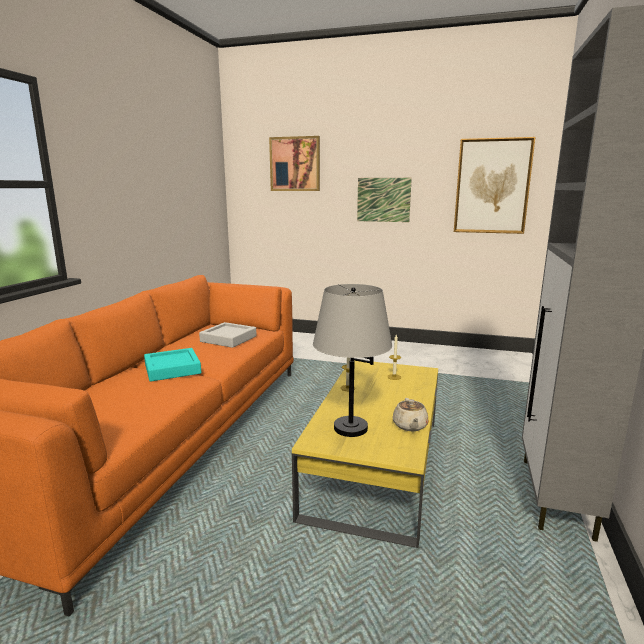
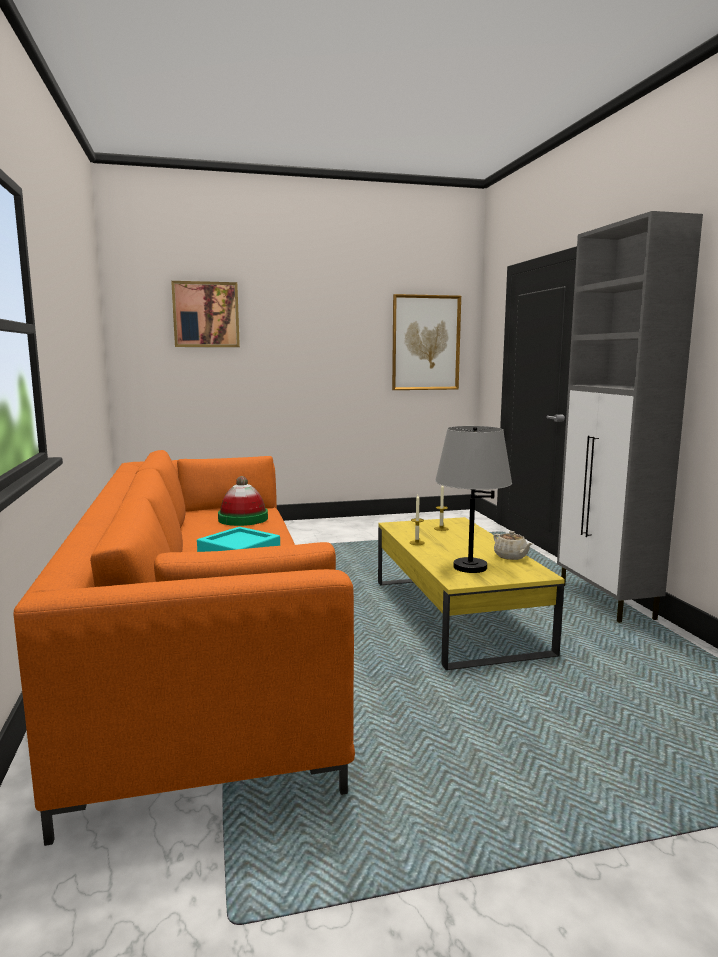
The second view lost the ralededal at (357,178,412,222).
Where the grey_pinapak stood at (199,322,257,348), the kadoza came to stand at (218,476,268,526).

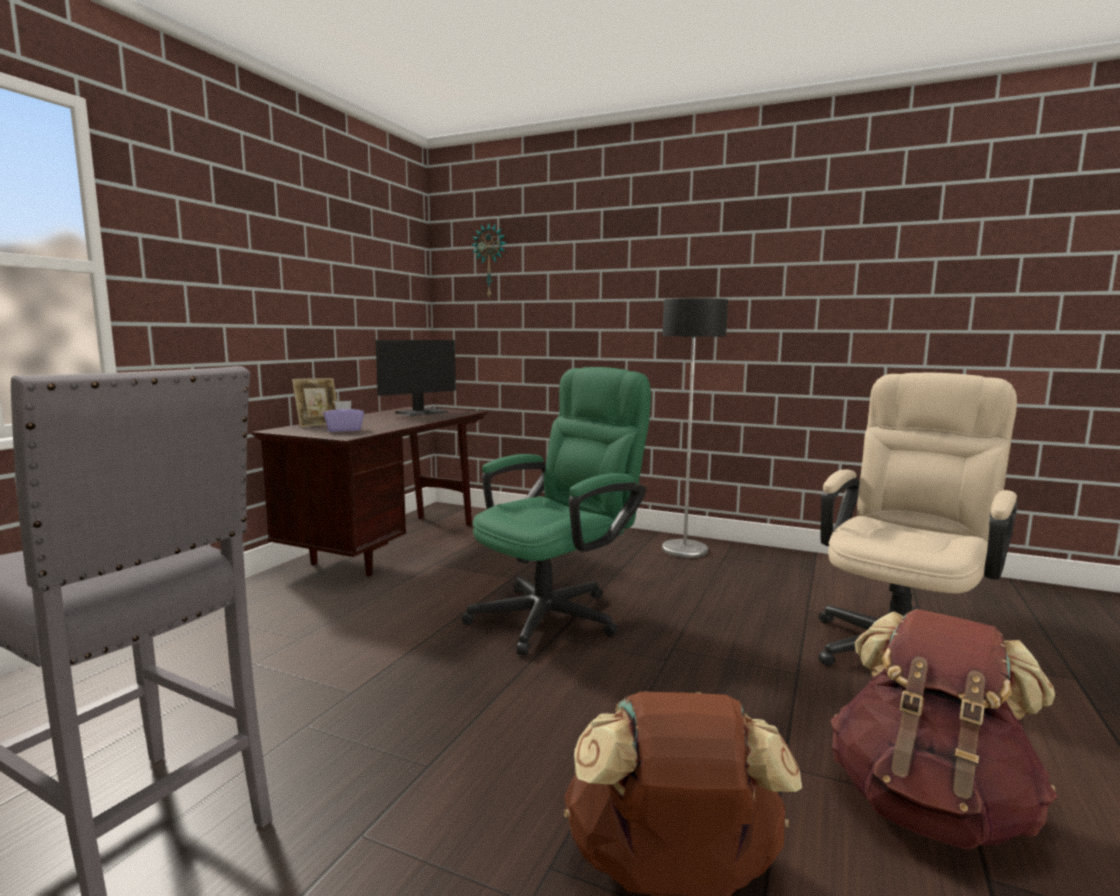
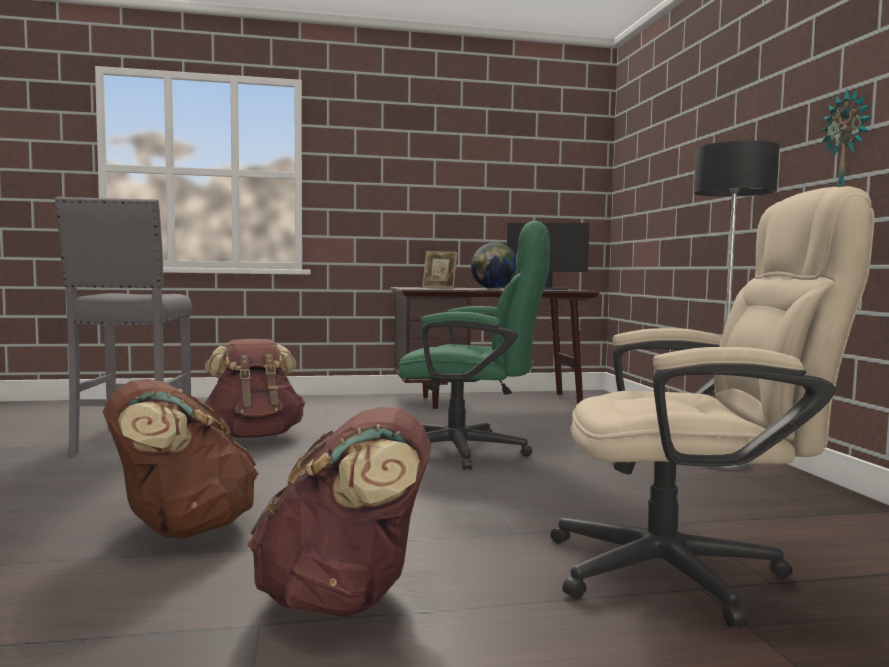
The second view lost the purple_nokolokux at (324,401,364,432).
The second view gained the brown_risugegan at (205,339,305,438).
The second view gained the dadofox at (471,242,517,290).
The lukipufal ended up elsewhere, having gone from (472,222,506,299) to (821,88,872,187).

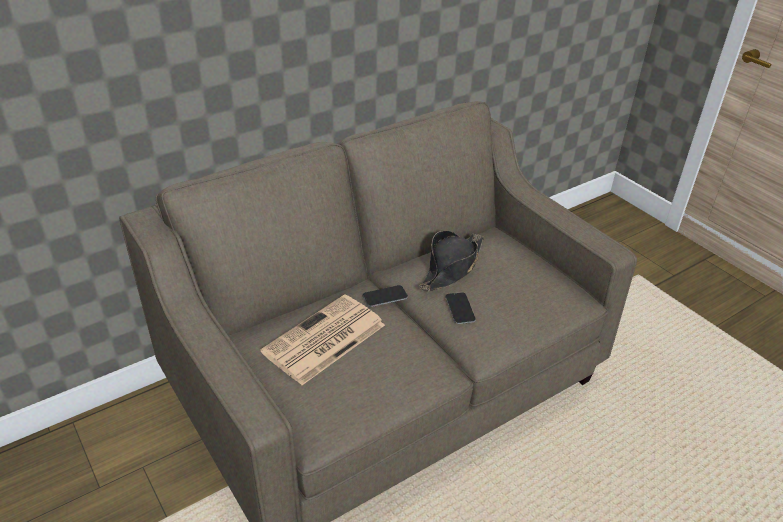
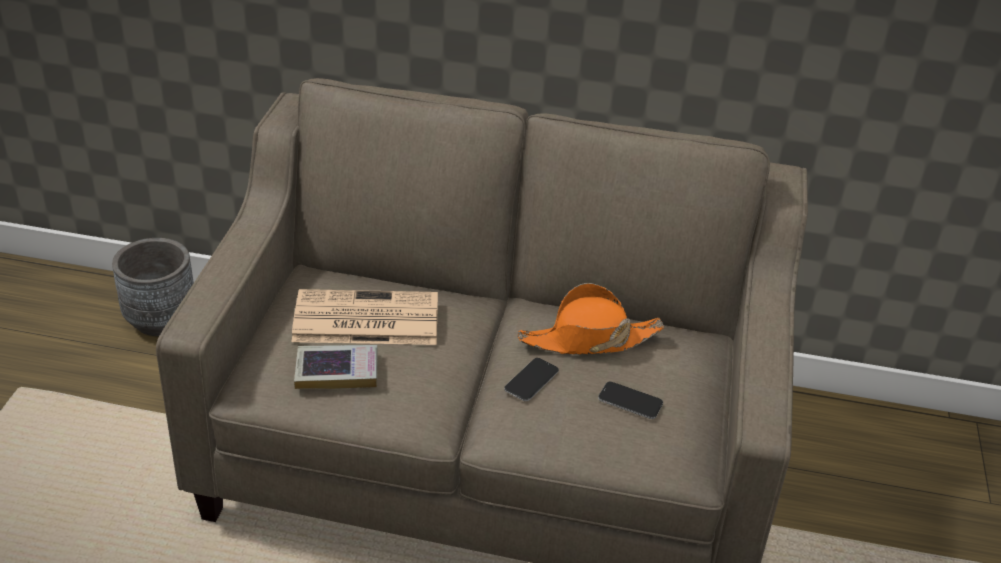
The second view gained the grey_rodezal at (112,238,194,336).
The second view gained the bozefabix at (294,345,378,389).
The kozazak ended up elsewhere, having gone from (363,285,408,307) to (598,382,663,419).
What was the black_kadoza at (419,230,484,291) turned into the orange_kadoza at (517,283,664,354).

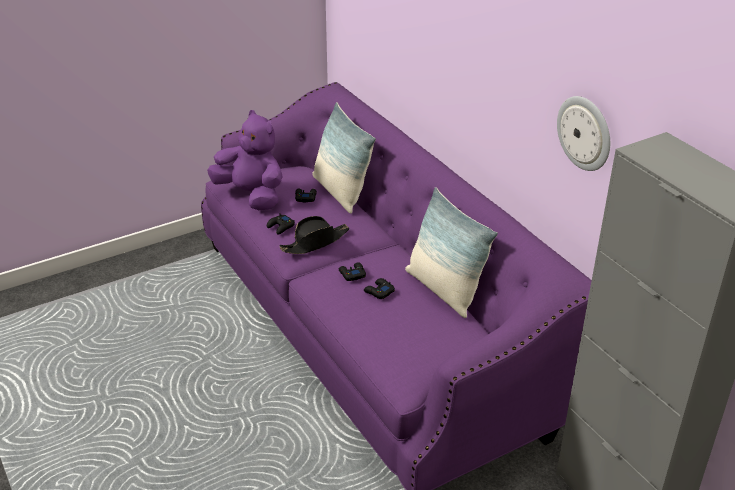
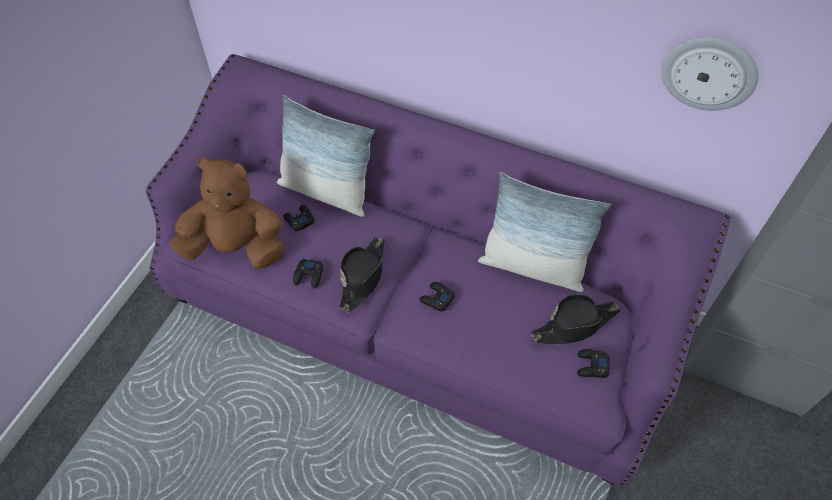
The second view gained the black_kadoza at (531,294,620,344).
The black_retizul ended up elsewhere, having gone from (364,278,395,299) to (577,349,610,378).
What was the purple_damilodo at (207,110,283,210) turned into the brown_damilodo at (169,157,285,269).

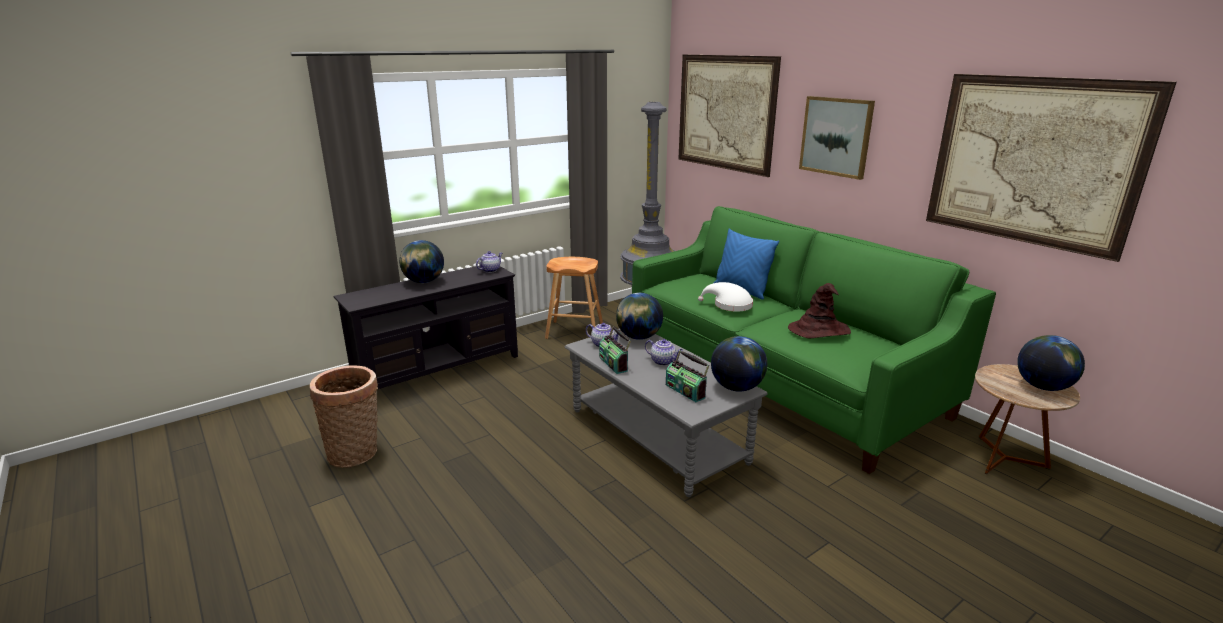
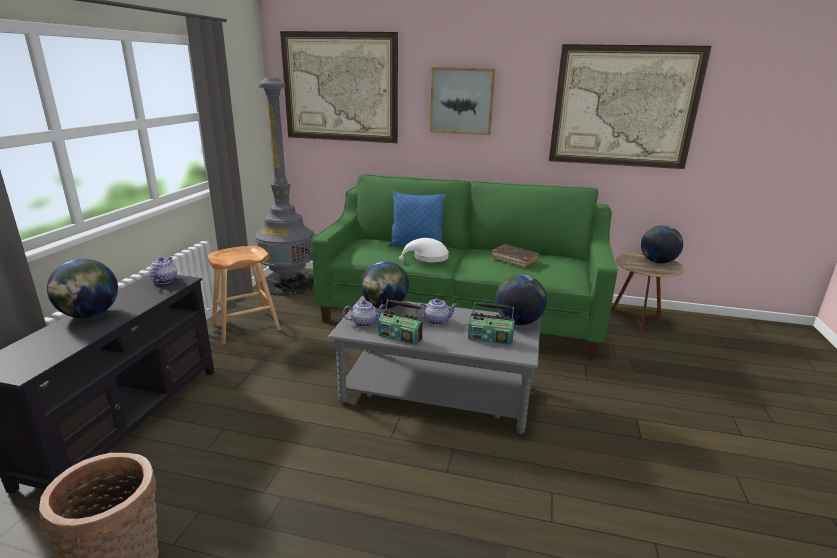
Where the brown_kadoza stood at (788,283,851,338), the brown_bozefabix came to stand at (491,244,540,268).

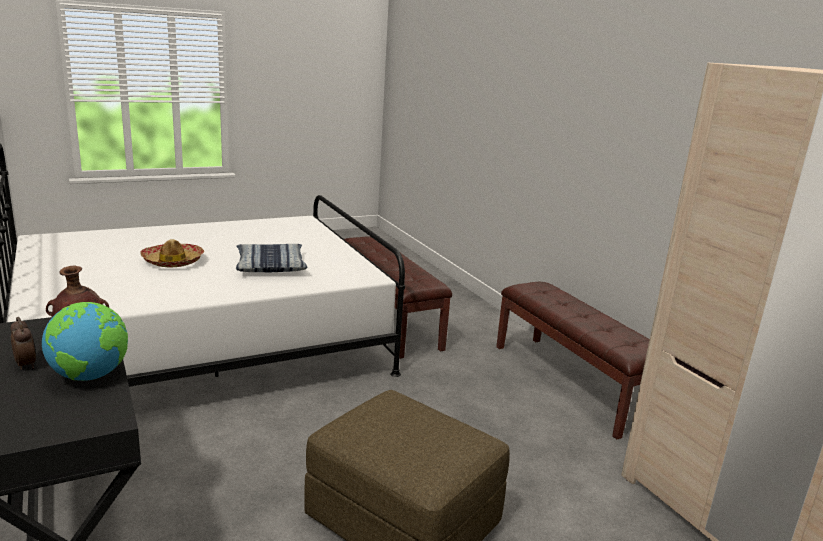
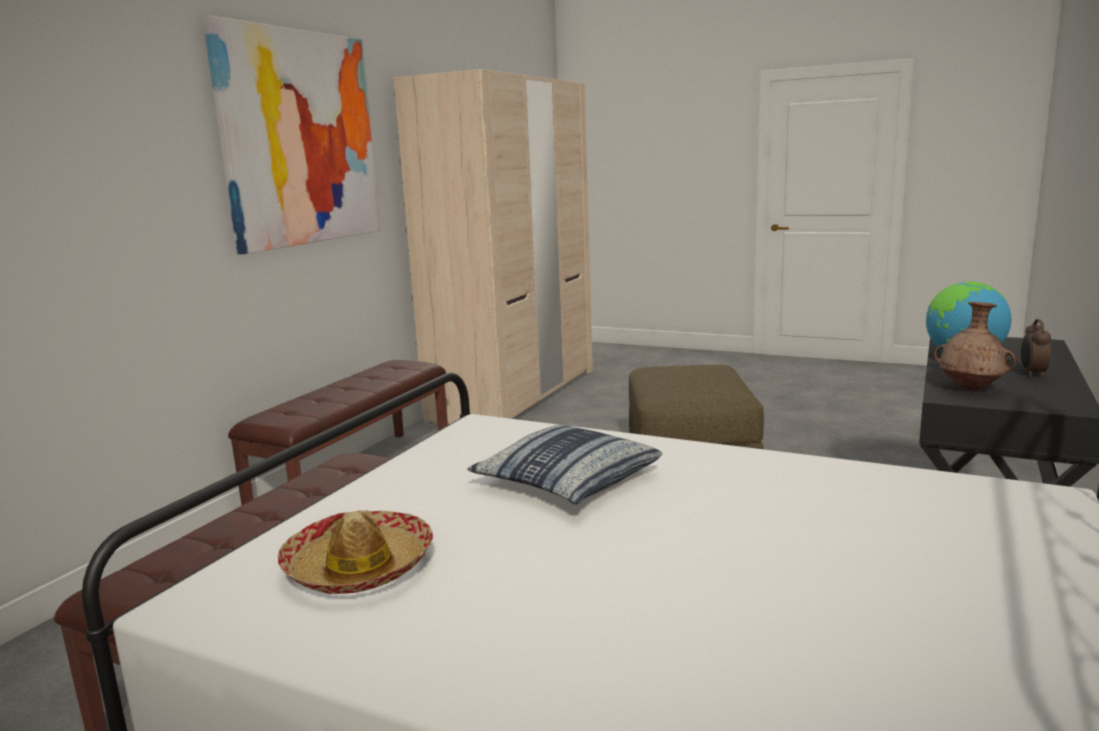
The second view gained the ralededal at (202,15,380,254).
The kadoza ended up elsewhere, having gone from (140,239,204,267) to (278,510,433,594).

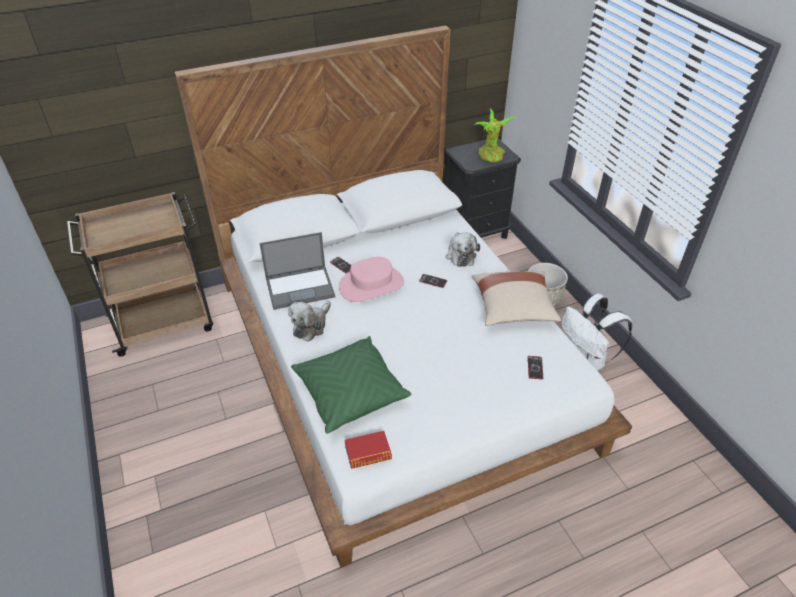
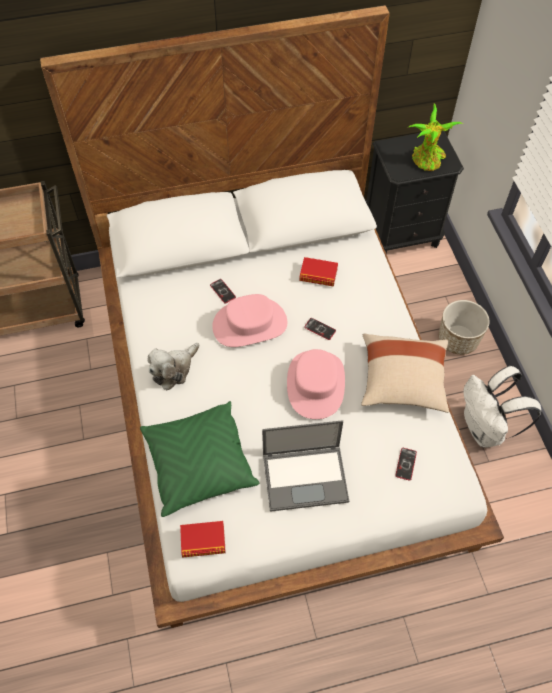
The second view lost the damilodo at (446,232,480,267).
The second view gained the pink_kadoza at (287,349,345,419).
The second view gained the bozefabix at (299,257,338,287).
The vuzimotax ended up elsewhere, having gone from (260,232,335,310) to (262,420,349,512).

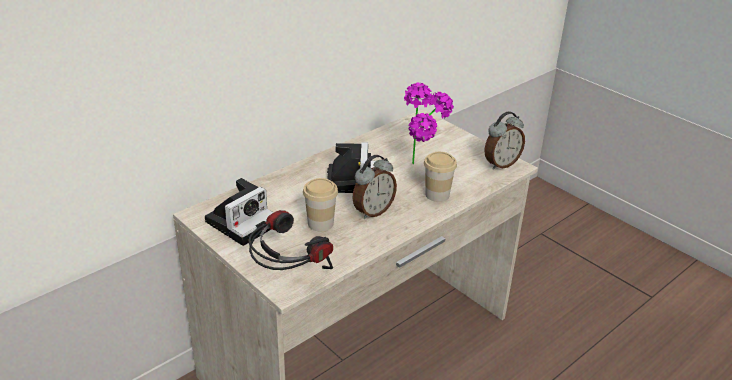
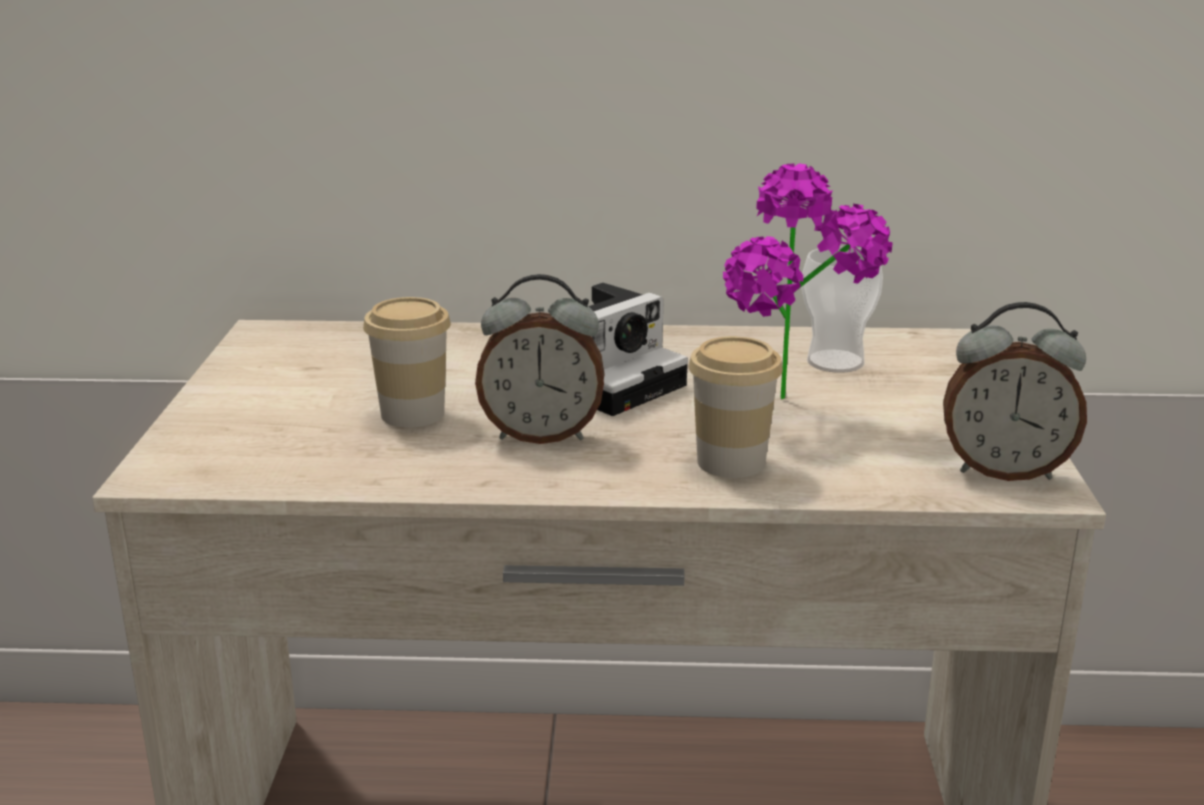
The second view lost the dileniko at (205,178,274,246).
The second view lost the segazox at (249,210,333,270).
The second view gained the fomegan at (801,246,883,373).

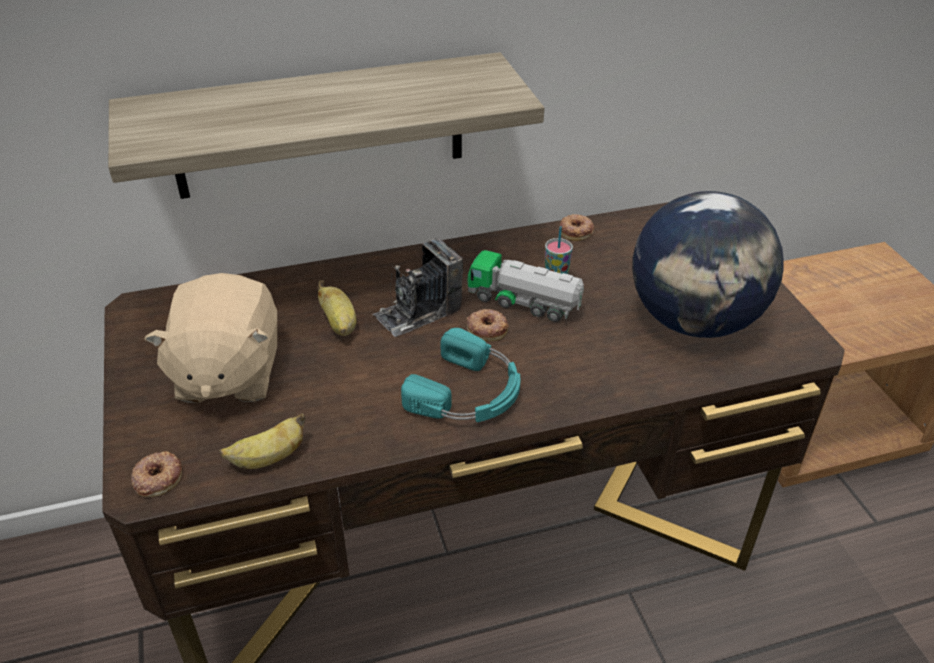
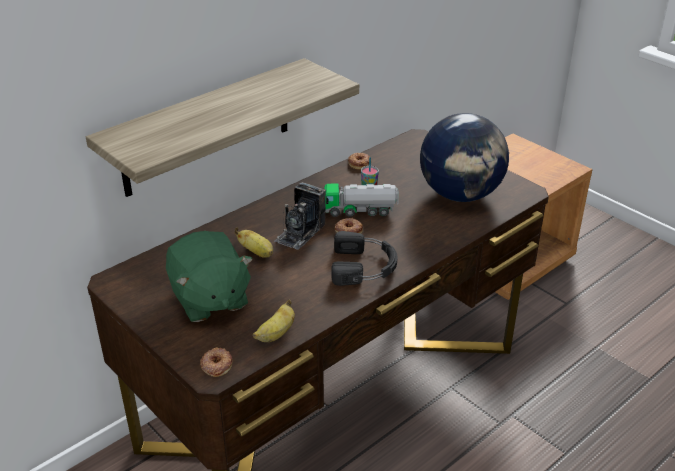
What was the beige_damilodo at (144,273,277,403) turned into the green_damilodo at (166,231,253,322).
What was the turquoise_segazox at (401,328,521,422) turned into the black_segazox at (331,231,397,286).

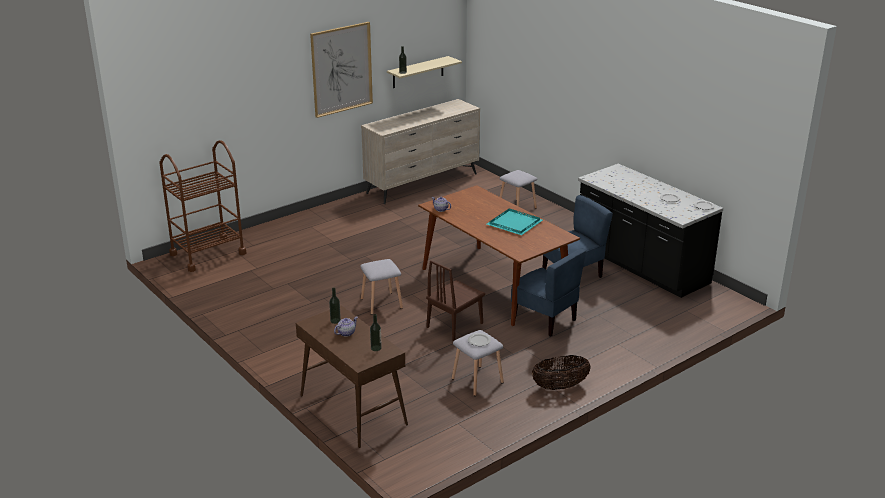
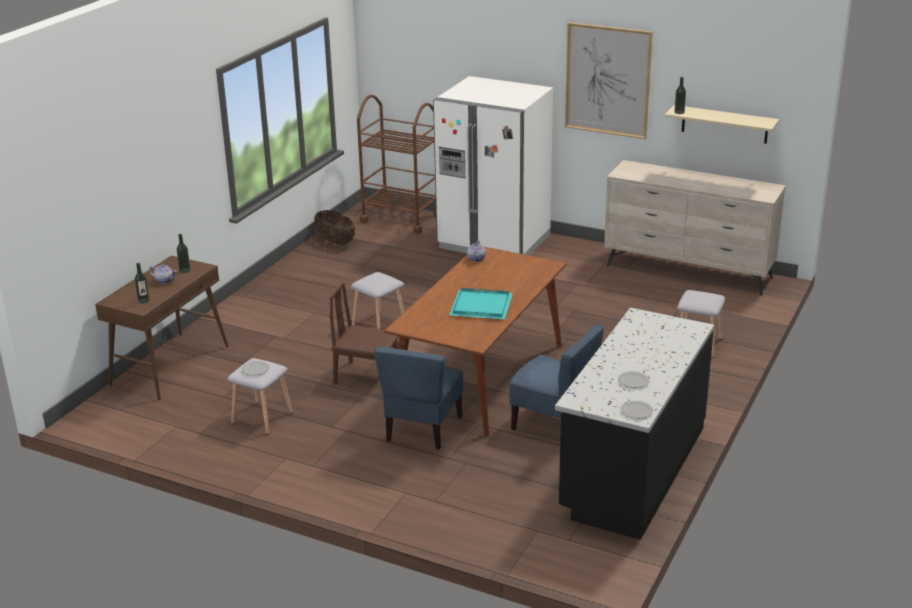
The second view gained the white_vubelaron at (433,76,553,255).
The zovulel ended up elsewhere, having gone from (532,355,591,390) to (314,210,355,245).

